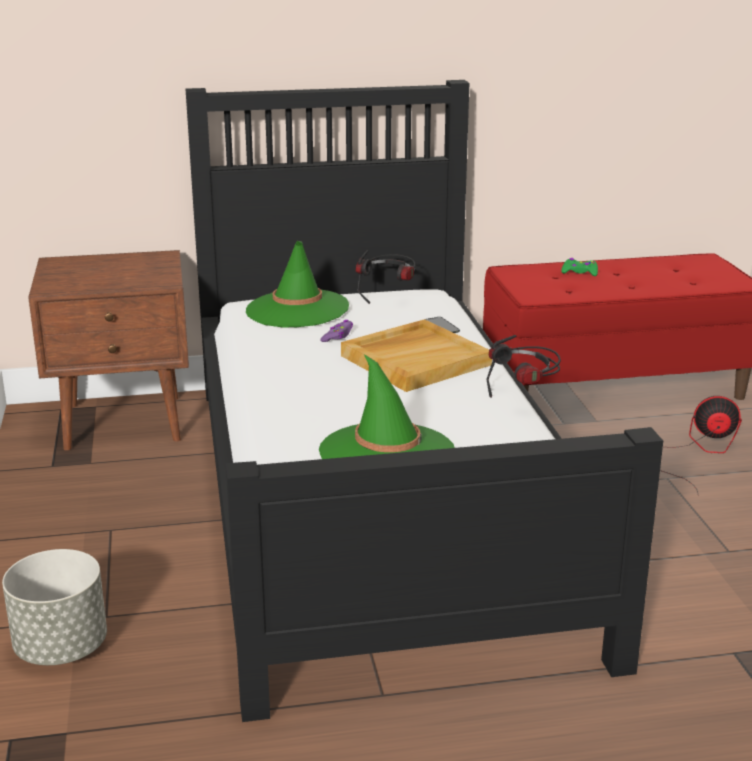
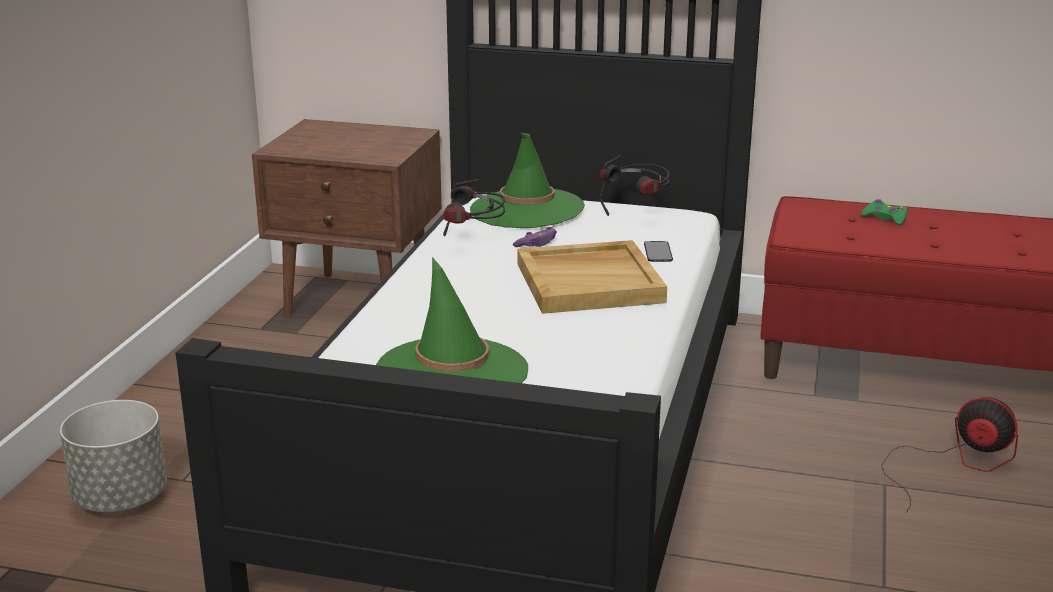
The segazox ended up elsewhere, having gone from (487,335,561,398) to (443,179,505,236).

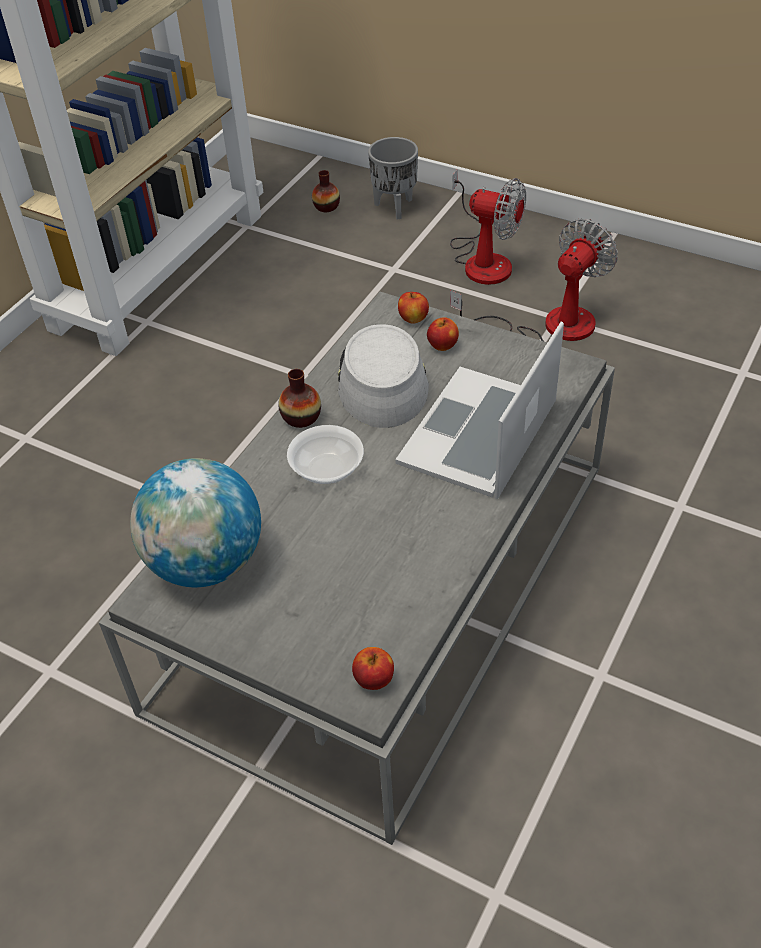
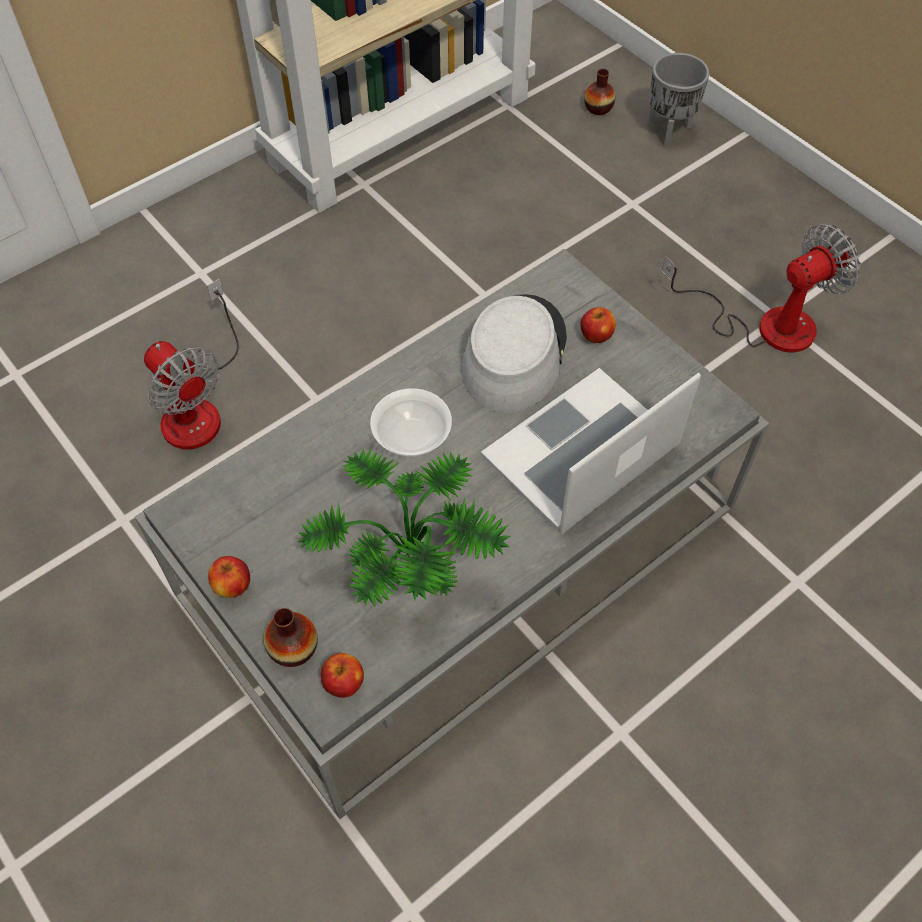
The second view lost the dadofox at (130,458,261,587).
The second view gained the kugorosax at (297,448,511,607).
The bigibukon ended up elsewhere, having gone from (279,369,321,428) to (263,608,318,667).
The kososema ended up elsewhere, having gone from (398,292,429,324) to (208,556,250,598).
The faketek ended up elsewhere, having gone from (450,169,526,285) to (144,278,239,449).

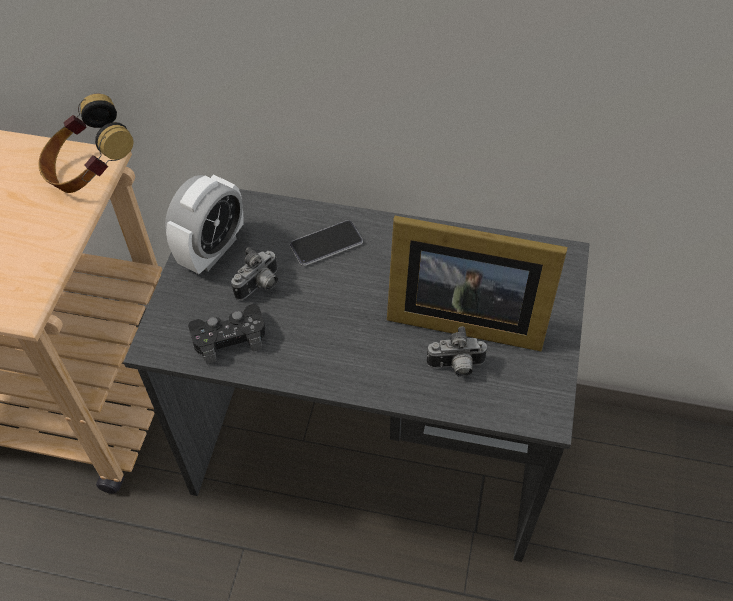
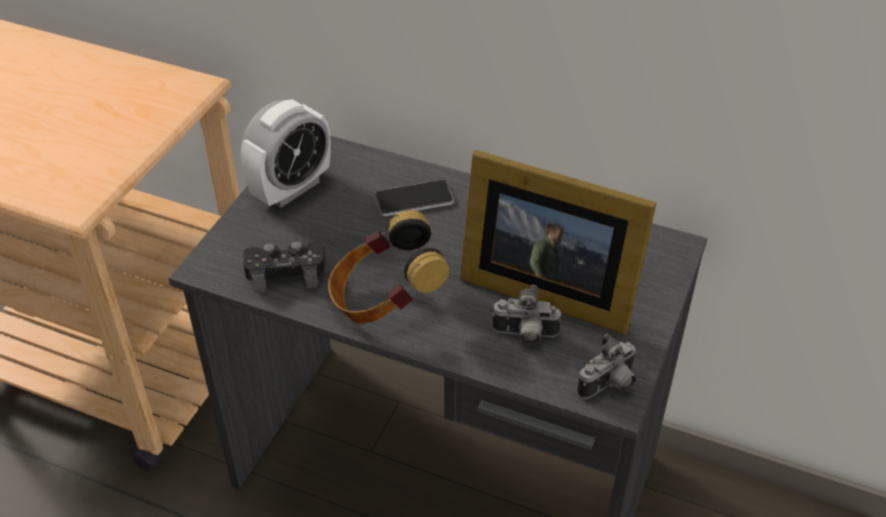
The segazox ended up elsewhere, having gone from (38,94,133,193) to (328,210,449,324).
The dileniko ended up elsewhere, having gone from (231,247,278,300) to (577,333,636,399).

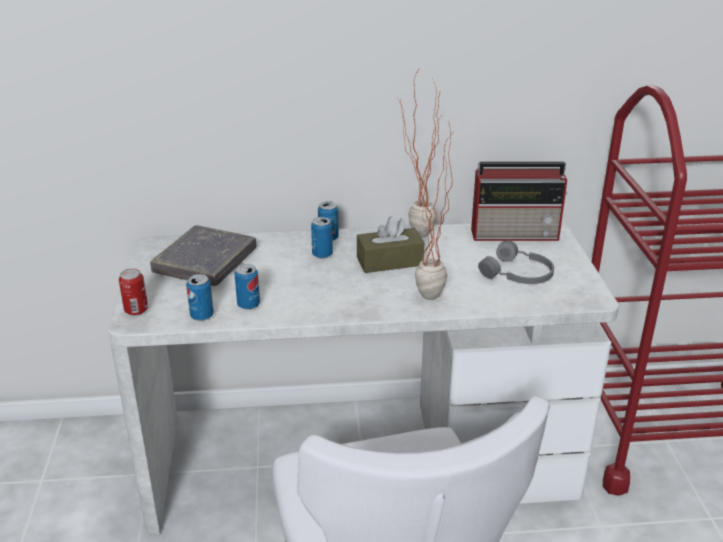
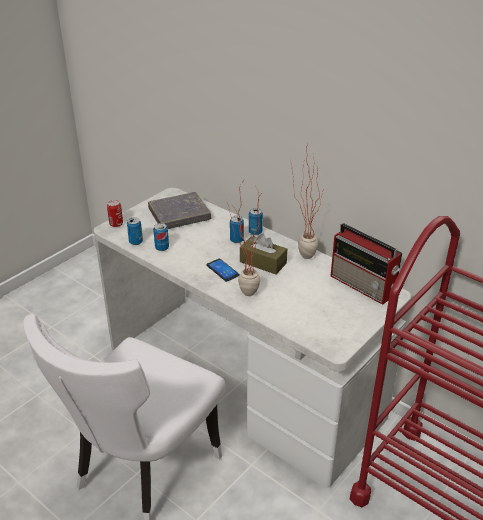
The second view lost the grey_segazox at (478,240,554,284).
The second view gained the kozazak at (206,259,240,282).

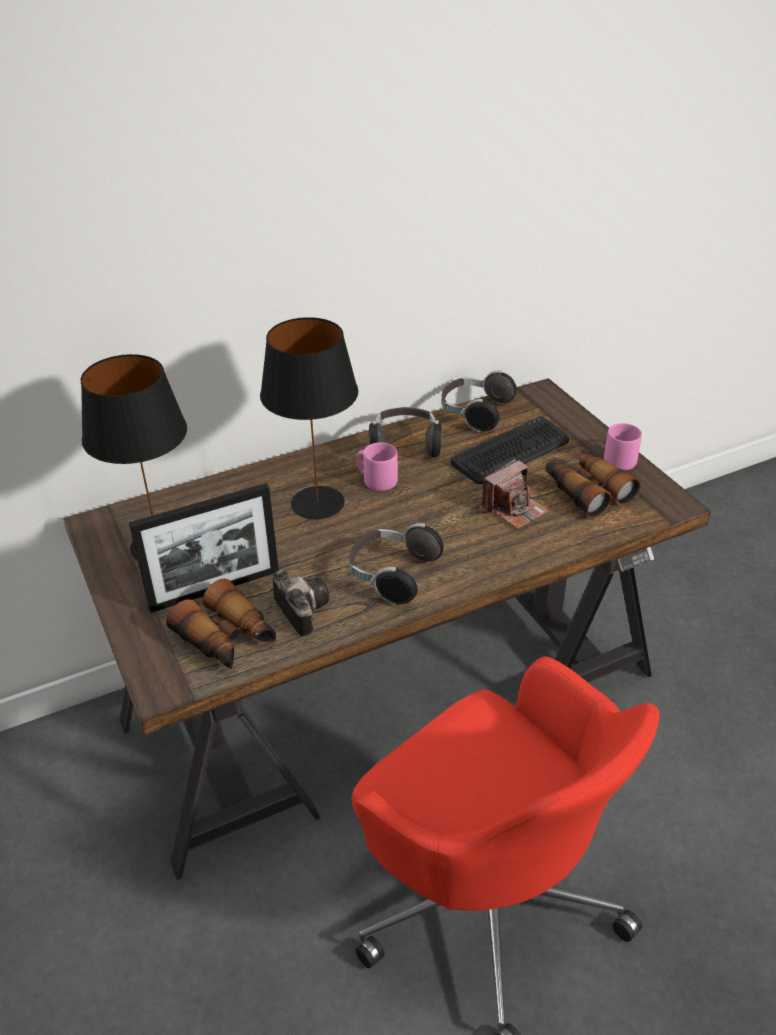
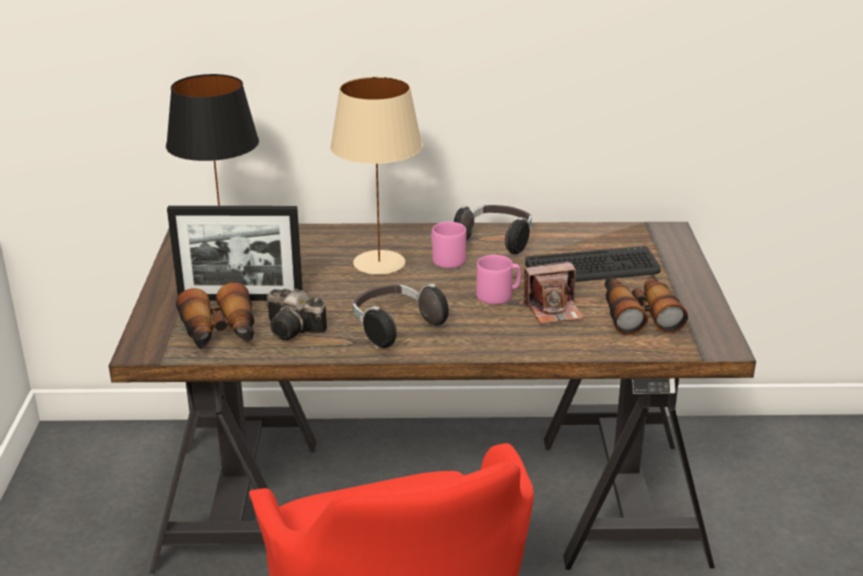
The second view lost the segazox at (442,370,516,433).
The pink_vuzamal ended up elsewhere, having gone from (604,423,642,471) to (476,255,521,305).
What was the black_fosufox at (260,317,358,519) turned into the beige_fosufox at (330,76,423,275).
The dileniko at (272,570,330,637) ended up facing another way, 120 degrees clockwise from before.

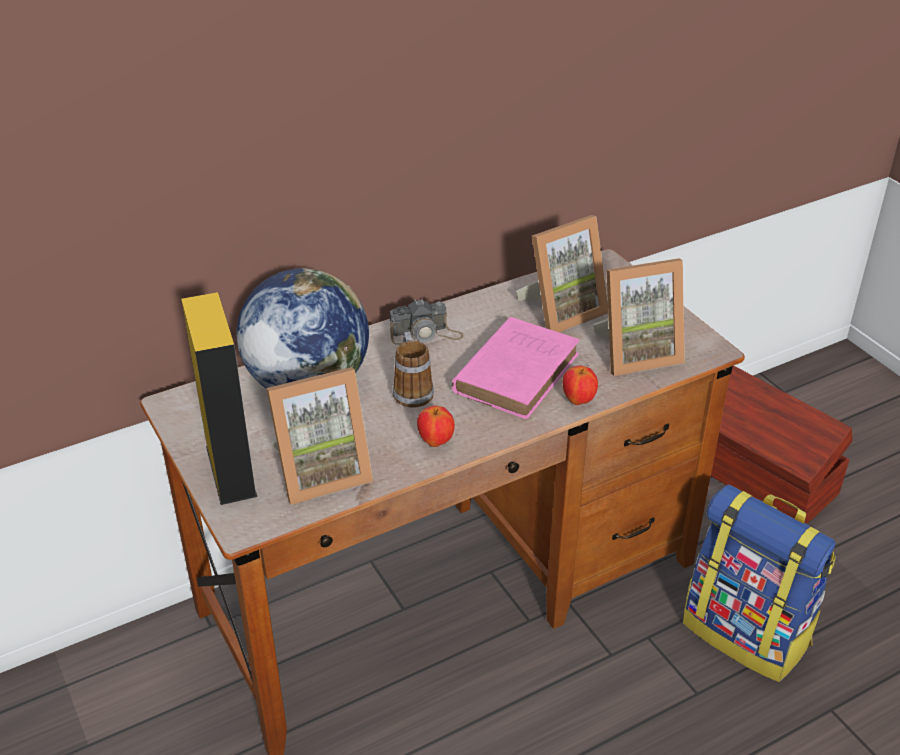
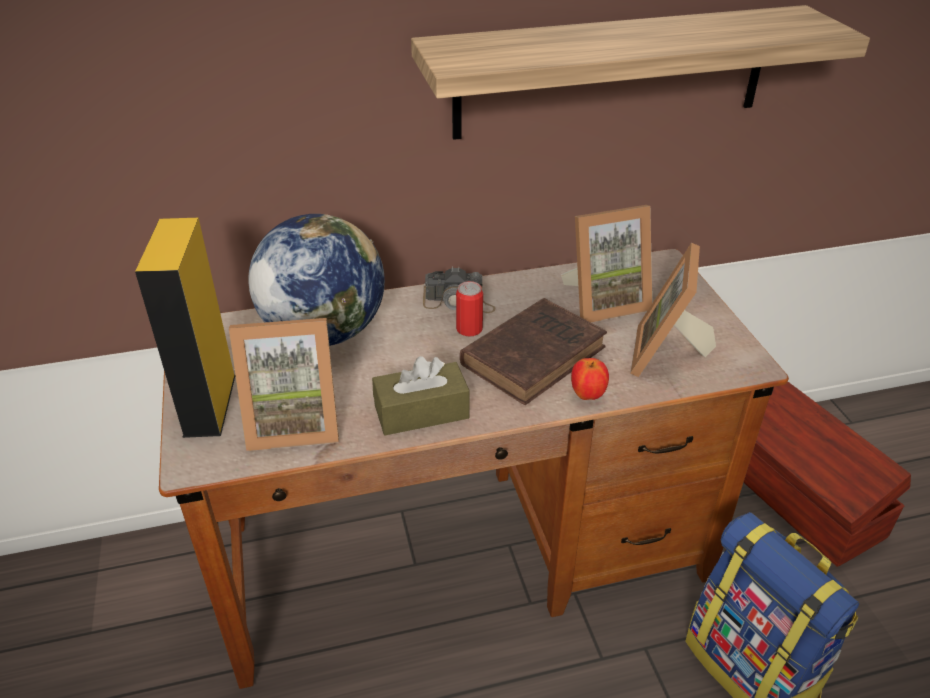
The second view lost the vuzamal at (393,331,434,408).
The second view gained the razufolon at (411,5,870,140).
The second view gained the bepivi at (456,281,483,337).
Where the kososema stood at (417,406,455,447), the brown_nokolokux came to stand at (372,356,470,435).
What was the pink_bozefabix at (452,317,580,419) turned into the brown_bozefabix at (460,298,607,405).
The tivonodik at (593,258,685,376) ended up facing another way, 105 degrees clockwise from before.

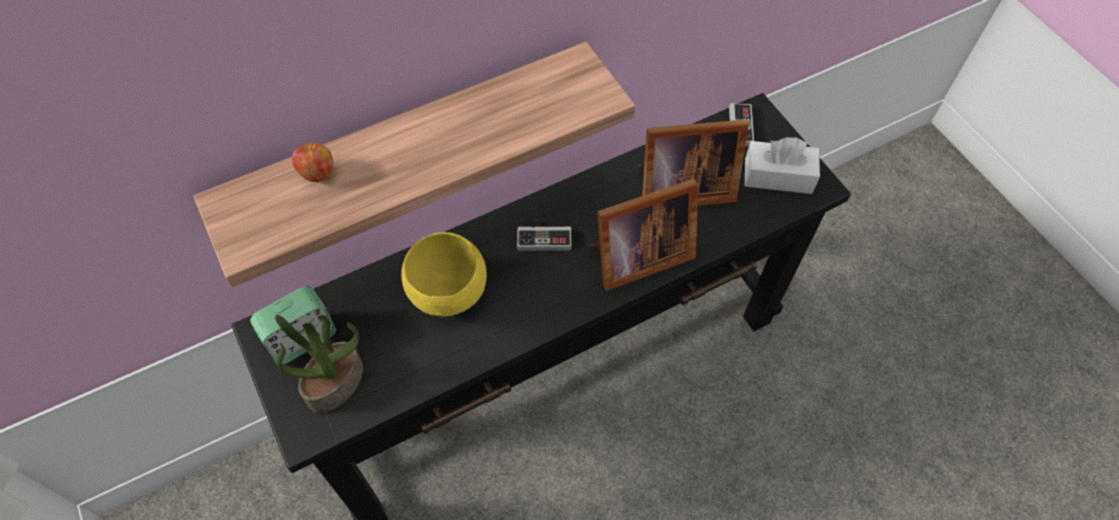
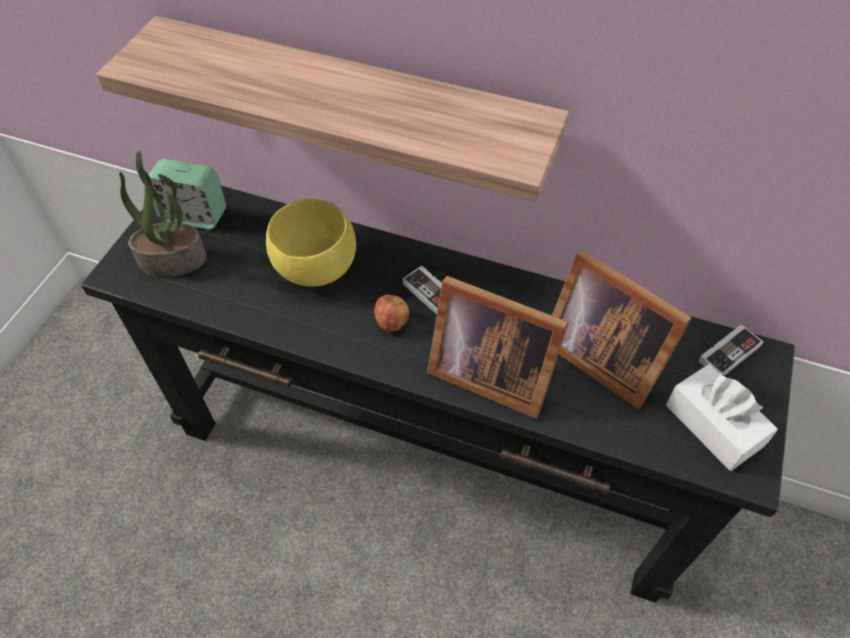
The kososema ended up elsewhere, having gone from (292,142,333,182) to (374,295,409,332).

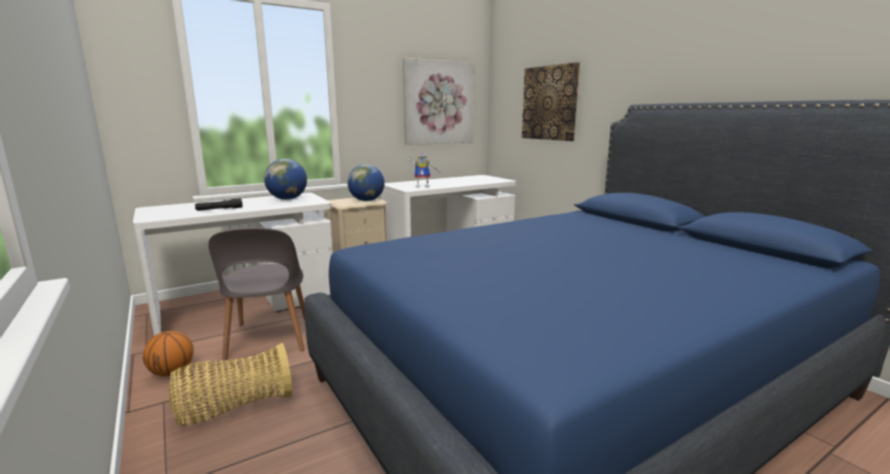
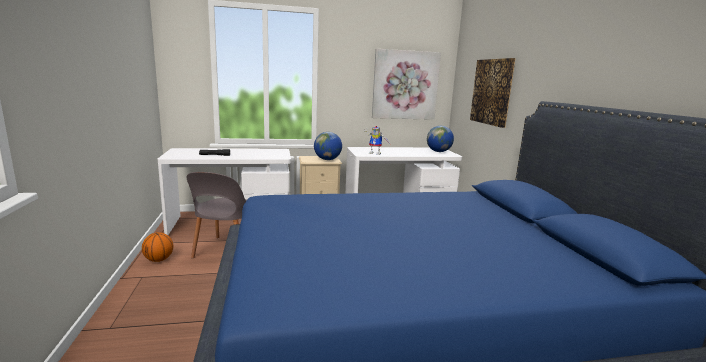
The second view lost the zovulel at (168,343,292,425).
The dadofox ended up elsewhere, having gone from (264,159,307,200) to (427,126,454,152).

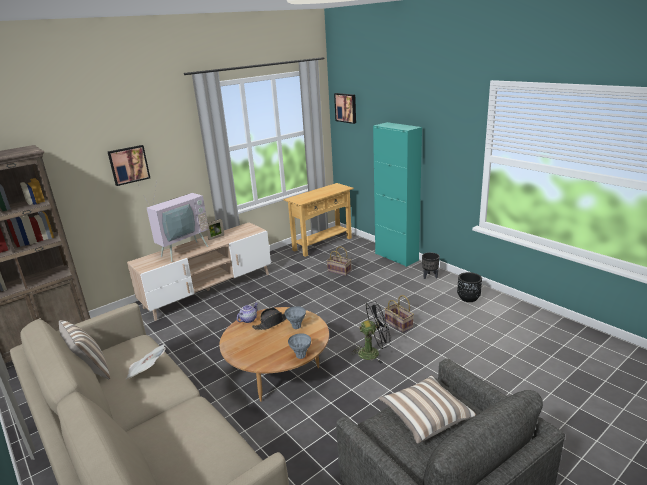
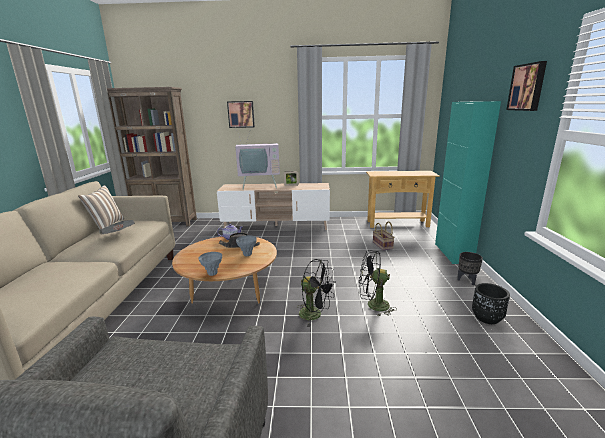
The second view lost the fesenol at (378,375,476,444).
The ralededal ended up elsewhere, having gone from (334,93,356,124) to (506,61,547,111).
Where the zovulel stood at (384,295,414,333), the black_faketek came to stand at (359,250,396,317).

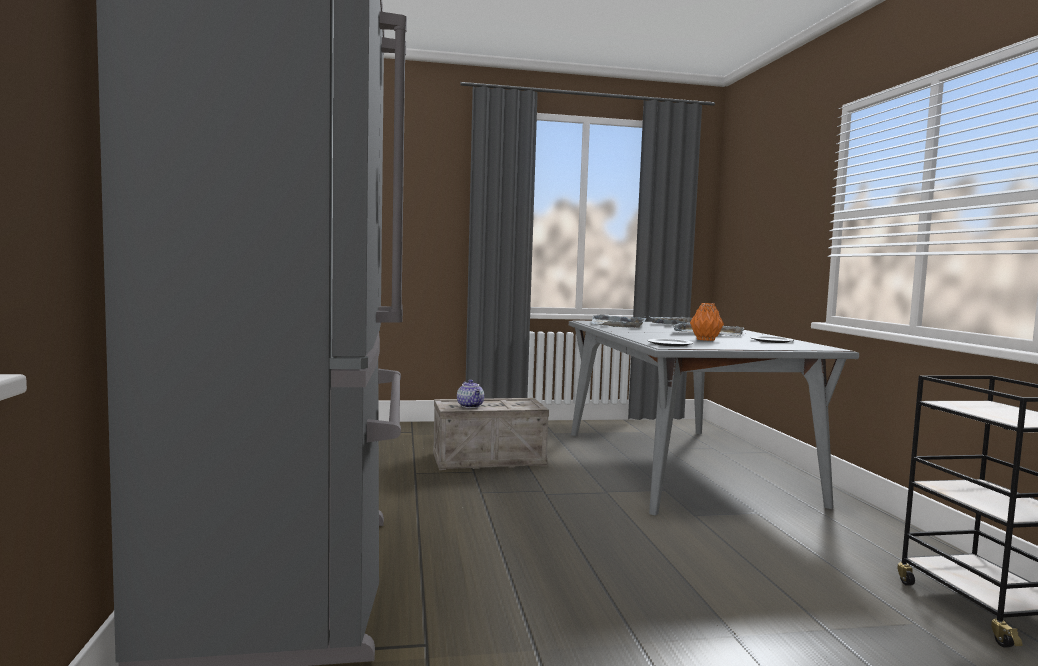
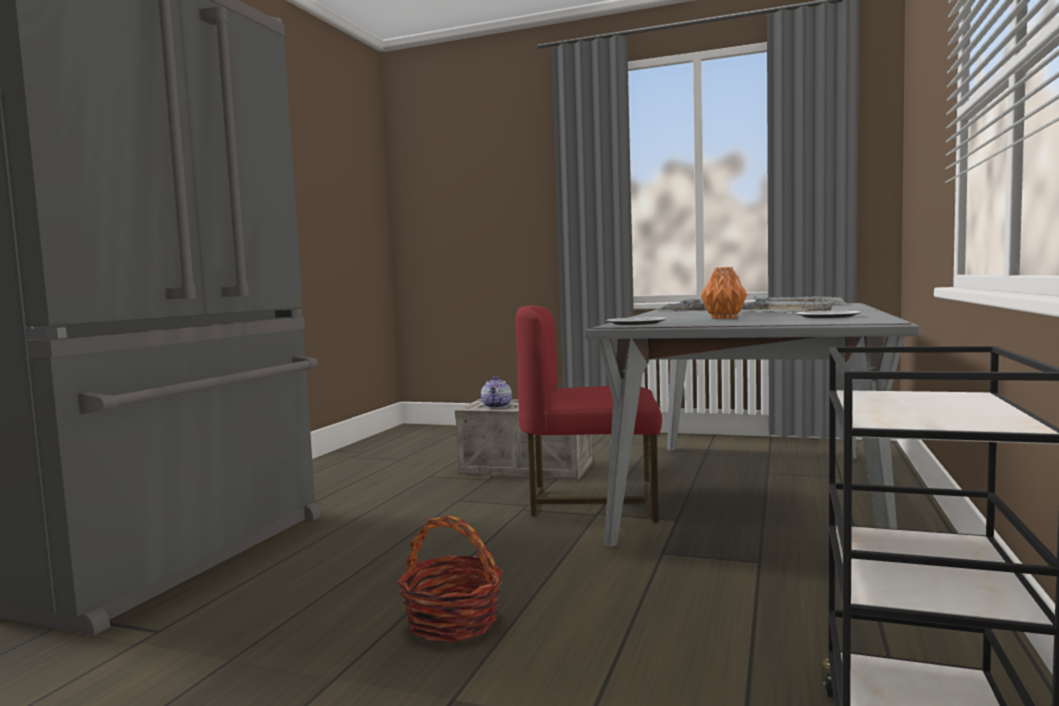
The second view gained the zovulel at (398,515,503,642).
The second view gained the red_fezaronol at (516,305,662,522).

